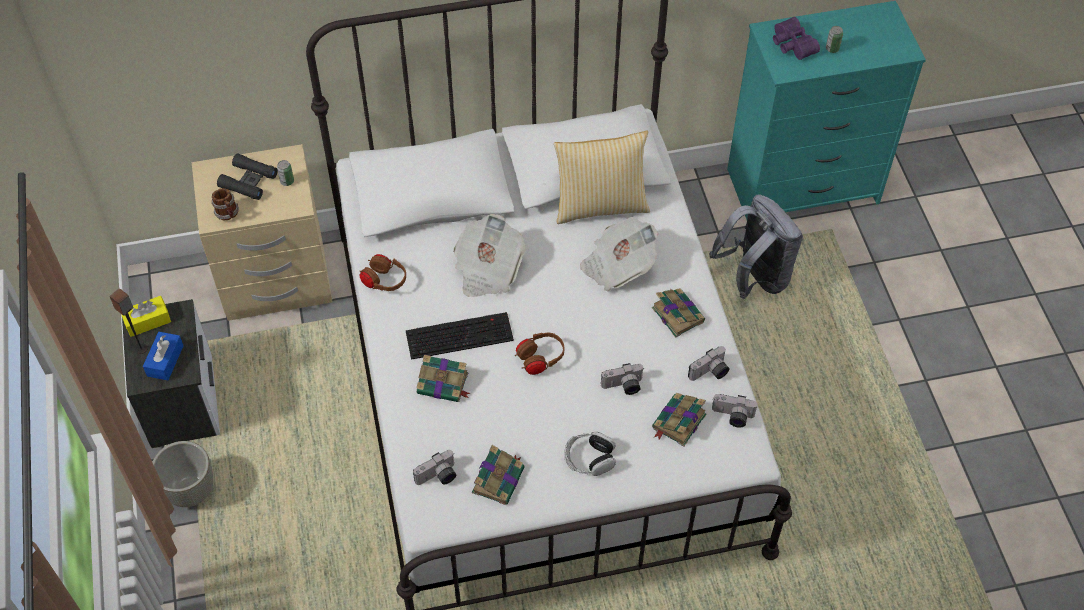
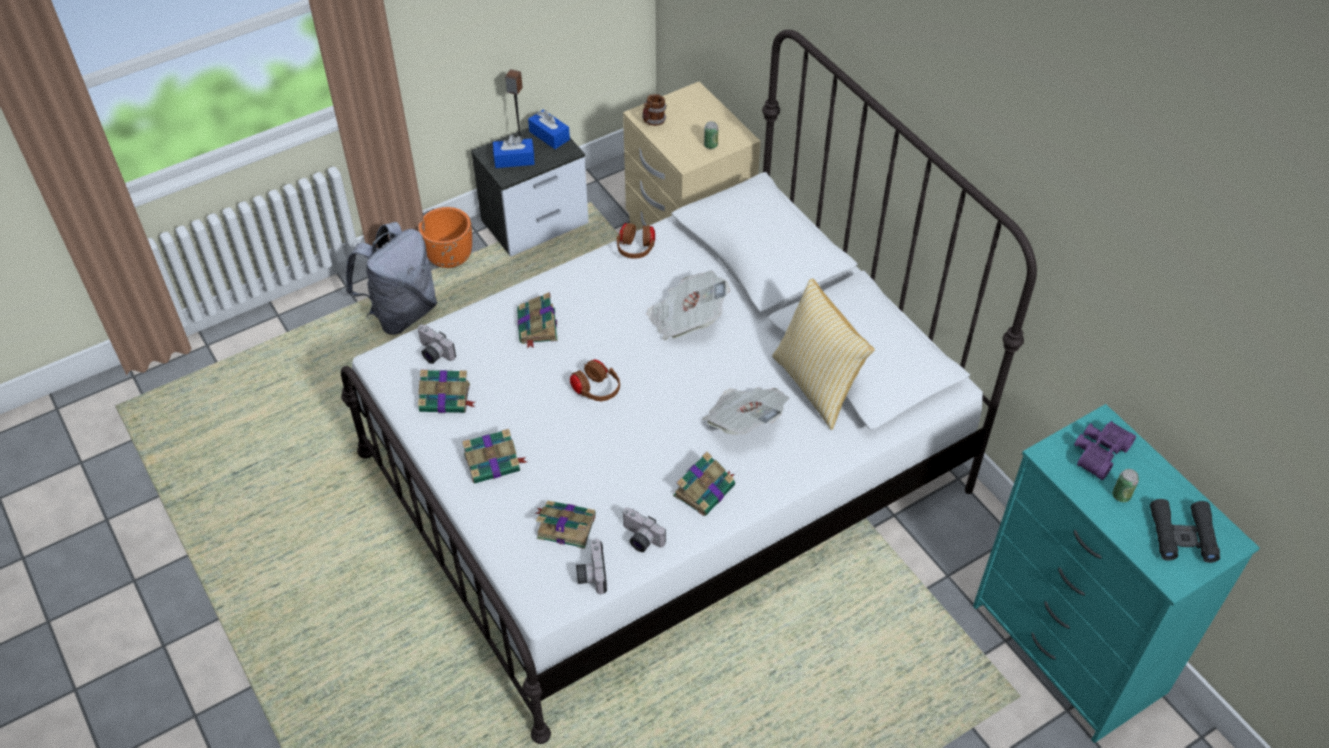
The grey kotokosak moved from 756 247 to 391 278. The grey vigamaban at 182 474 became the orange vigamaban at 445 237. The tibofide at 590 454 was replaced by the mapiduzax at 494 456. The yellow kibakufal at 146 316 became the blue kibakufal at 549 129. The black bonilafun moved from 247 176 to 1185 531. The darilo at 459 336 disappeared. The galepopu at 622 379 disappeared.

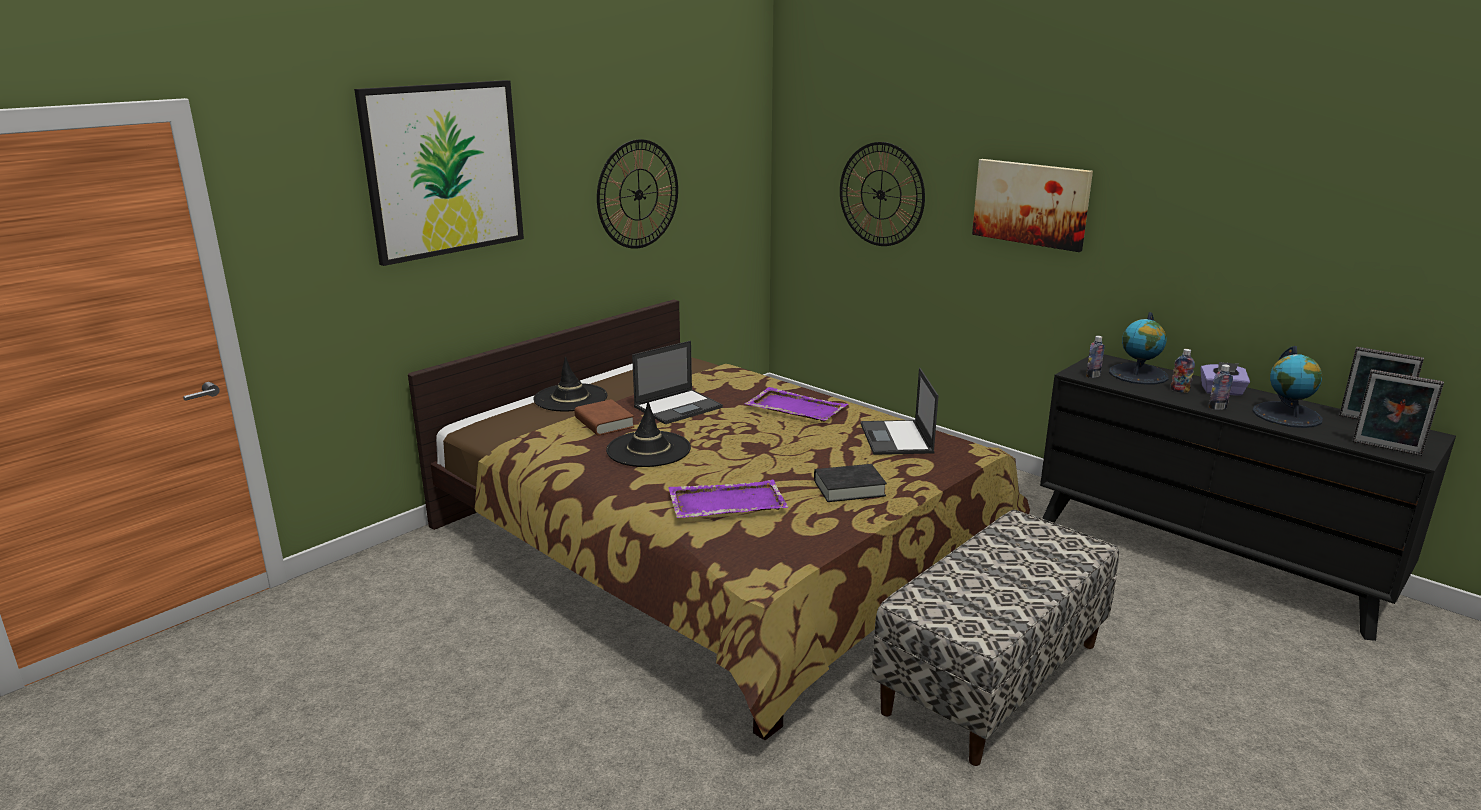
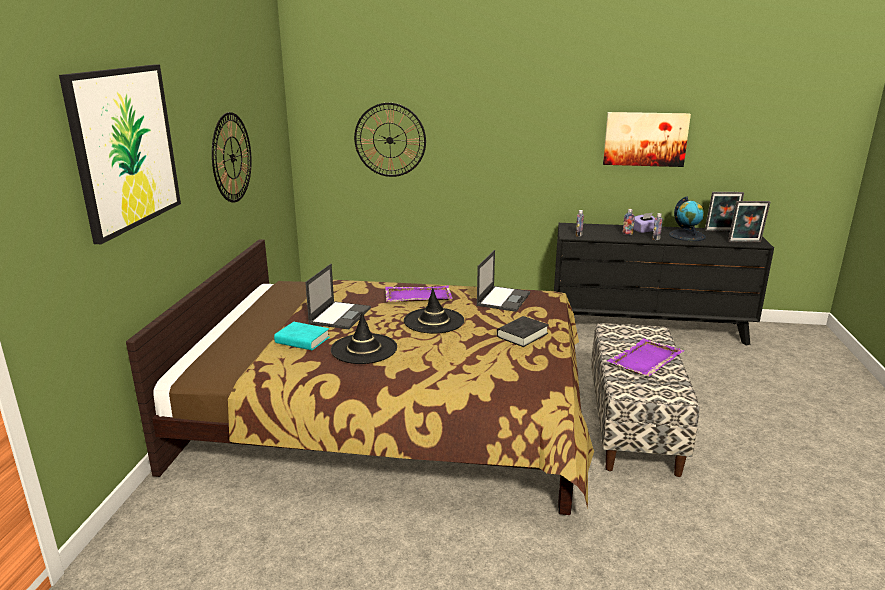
The brown mapiduzax at 604 417 became the turquoise mapiduzax at 302 336. The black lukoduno moved from 570 384 to 434 311. The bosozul at 900 411 turned 120 degrees counterclockwise. The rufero moved from 1032 205 to 647 139. The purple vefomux moved from 728 499 to 645 357. The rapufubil at 1138 348 disappeared.

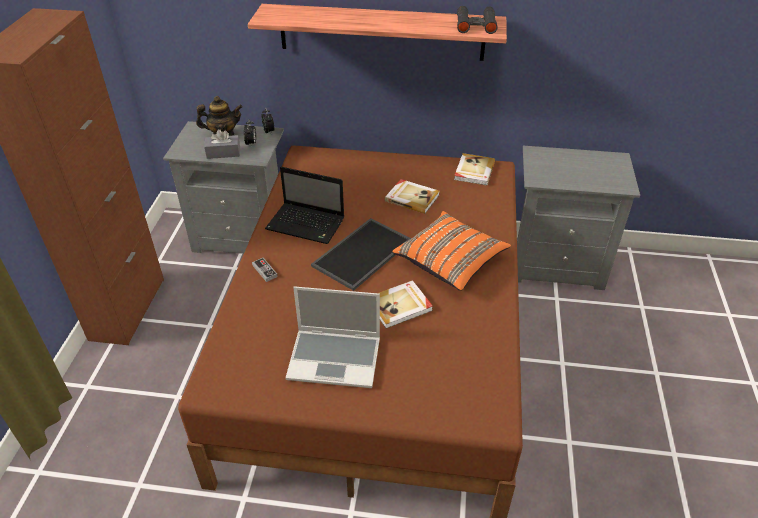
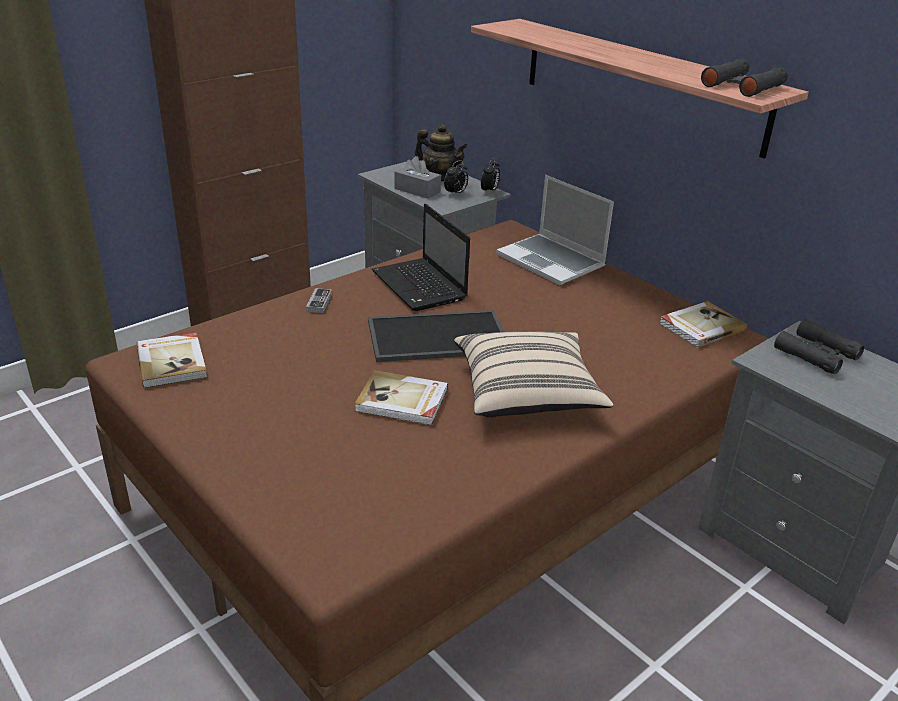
The mapiduzax moved from 412 196 to 171 360. The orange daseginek at 451 251 became the beige daseginek at 534 374. The bosozul moved from 333 337 to 555 230. The black bonilafun at 819 346 appeared.

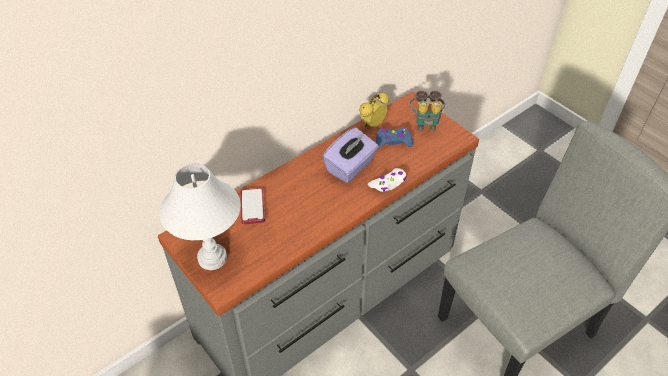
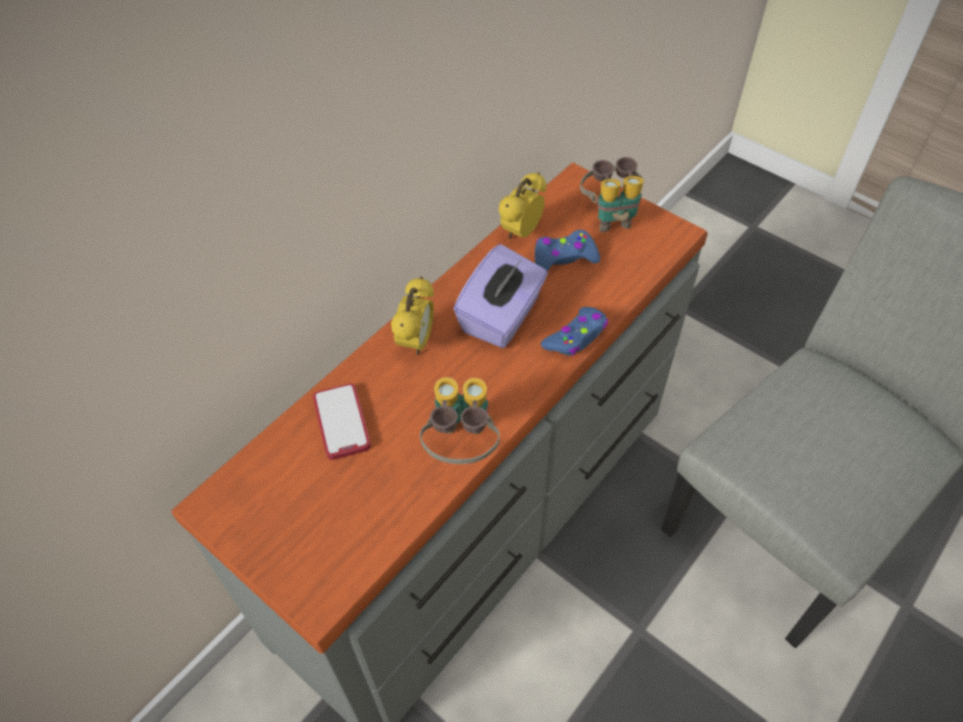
The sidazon at 412 316 appeared. The bonilafun at 460 420 appeared. The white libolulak at 387 180 became the blue libolulak at 574 331. The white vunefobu at 200 216 disappeared.

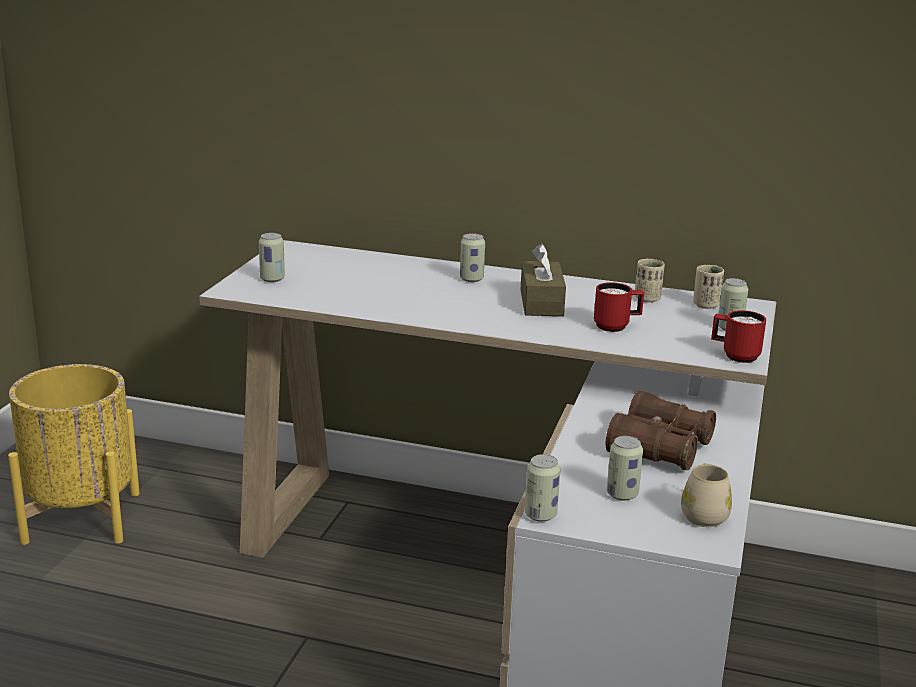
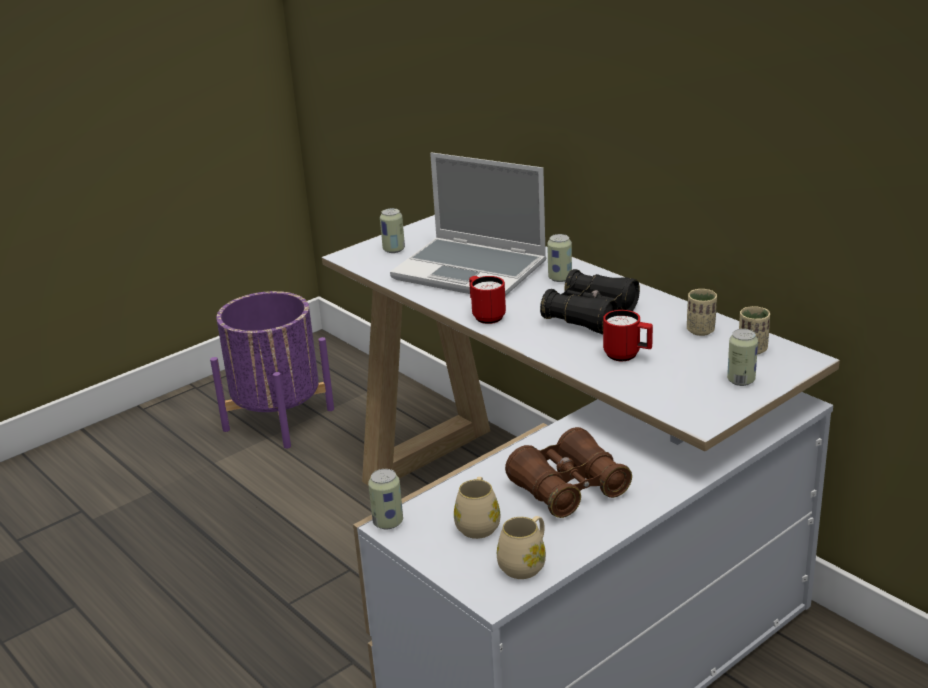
The yellow vigamaban at 74 454 became the purple vigamaban at 272 370. The bosozul at 468 224 appeared. The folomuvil at 625 468 was replaced by the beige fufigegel at 477 508. The red fufigegel moved from 738 336 to 487 300. The brown kibakufal at 543 279 was replaced by the black bonilafun at 590 301.

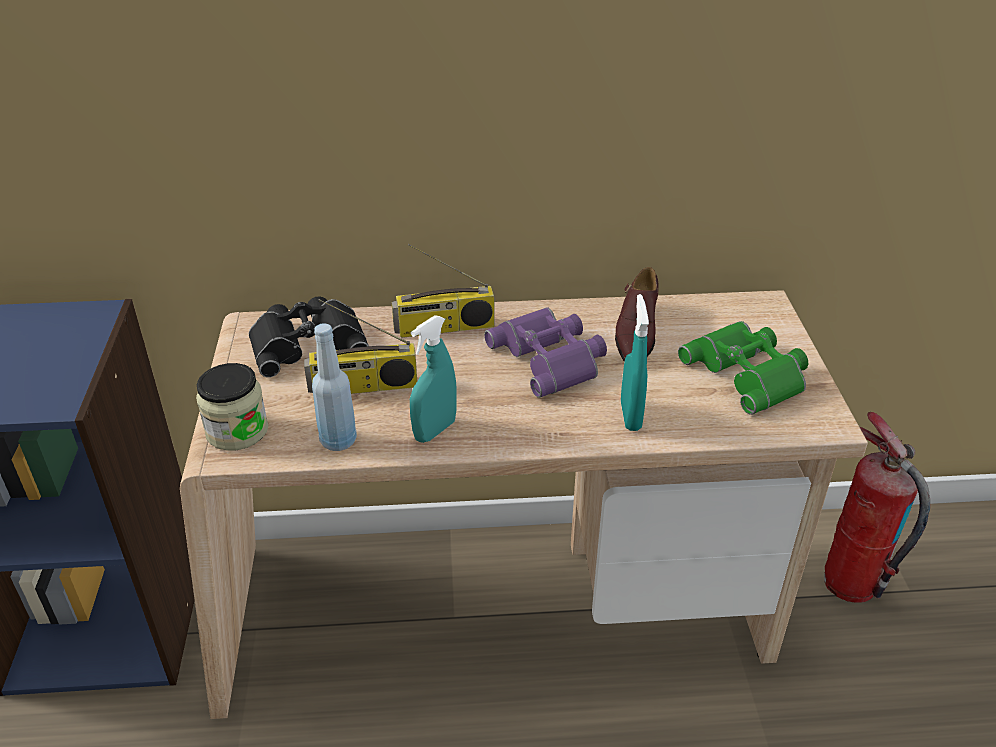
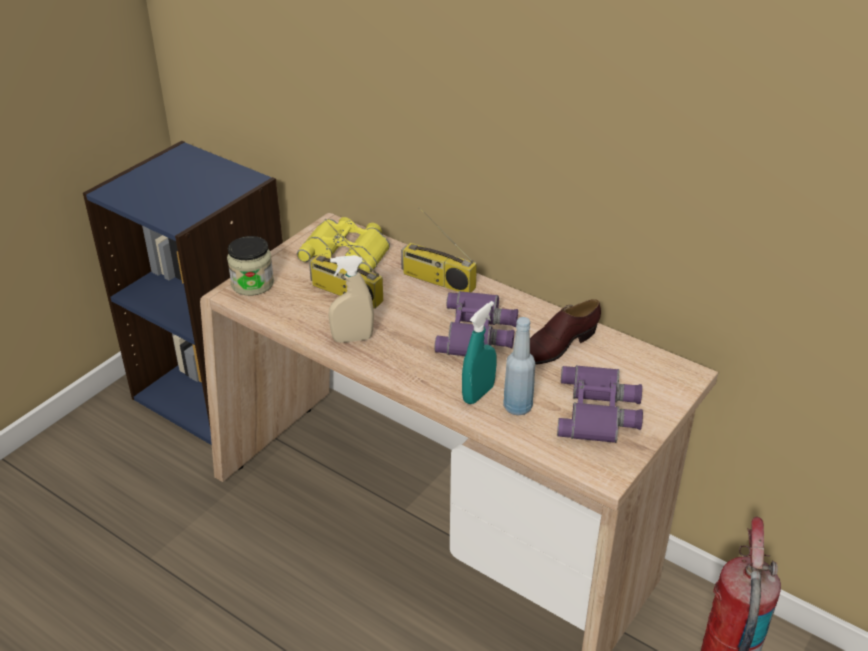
The black bonilafun at 309 336 became the yellow bonilafun at 343 244. The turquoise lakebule at 433 379 became the beige lakebule at 351 299. The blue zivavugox moved from 334 387 to 519 366. The green bonilafun at 743 368 became the purple bonilafun at 600 404.

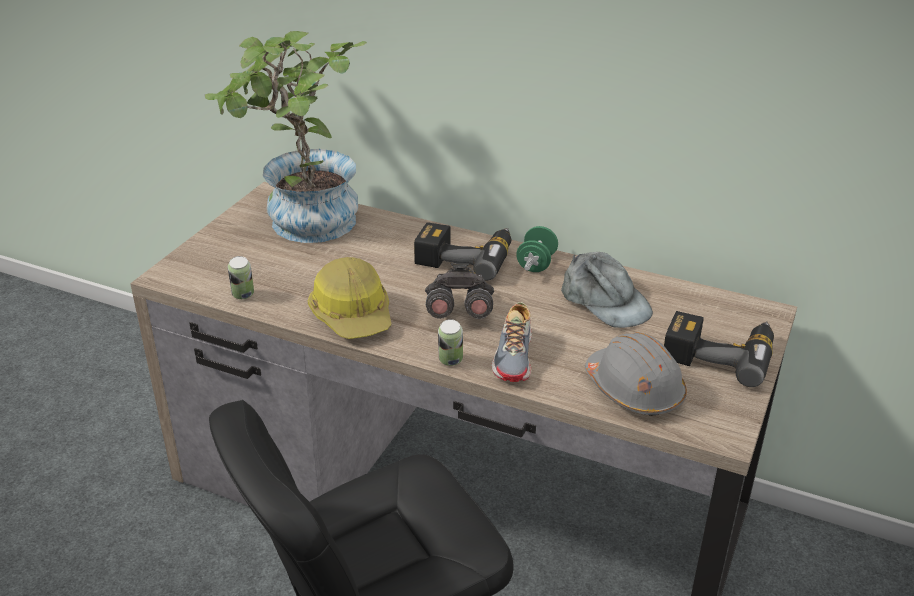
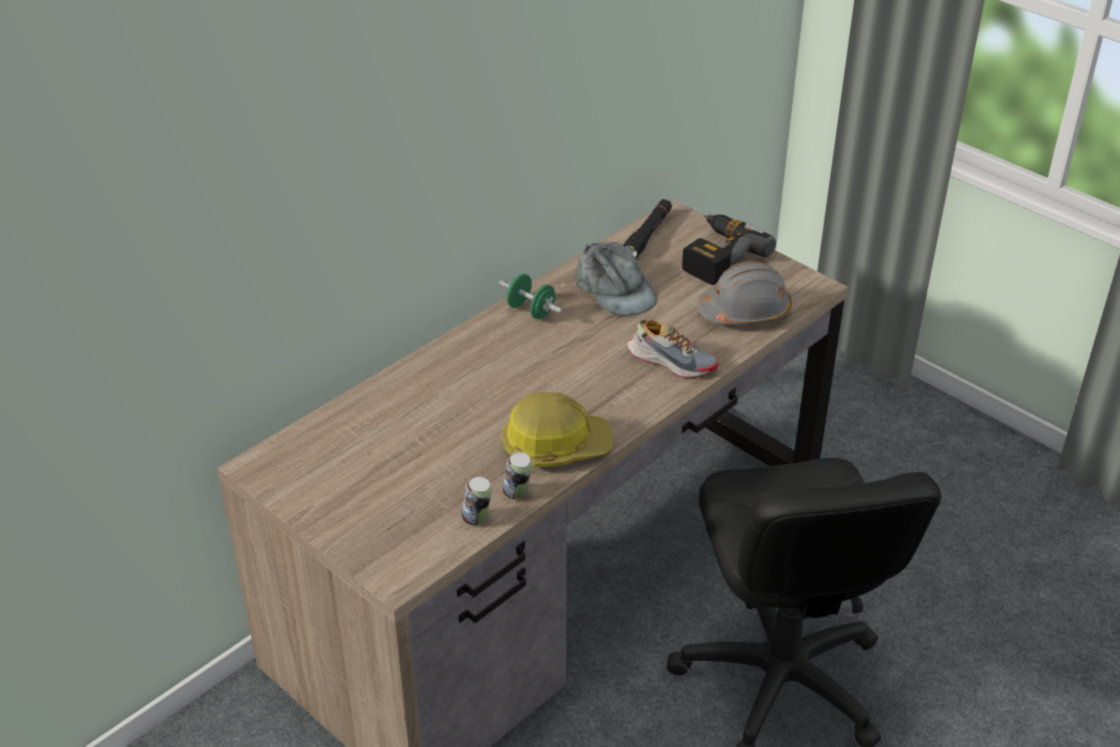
The folomuvil moved from 450 342 to 517 475. The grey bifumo at 607 290 turned 75 degrees clockwise. The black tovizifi at 647 229 appeared. The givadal at 286 137 disappeared. The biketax at 462 251 disappeared. The grey bonilafun at 459 291 disappeared.

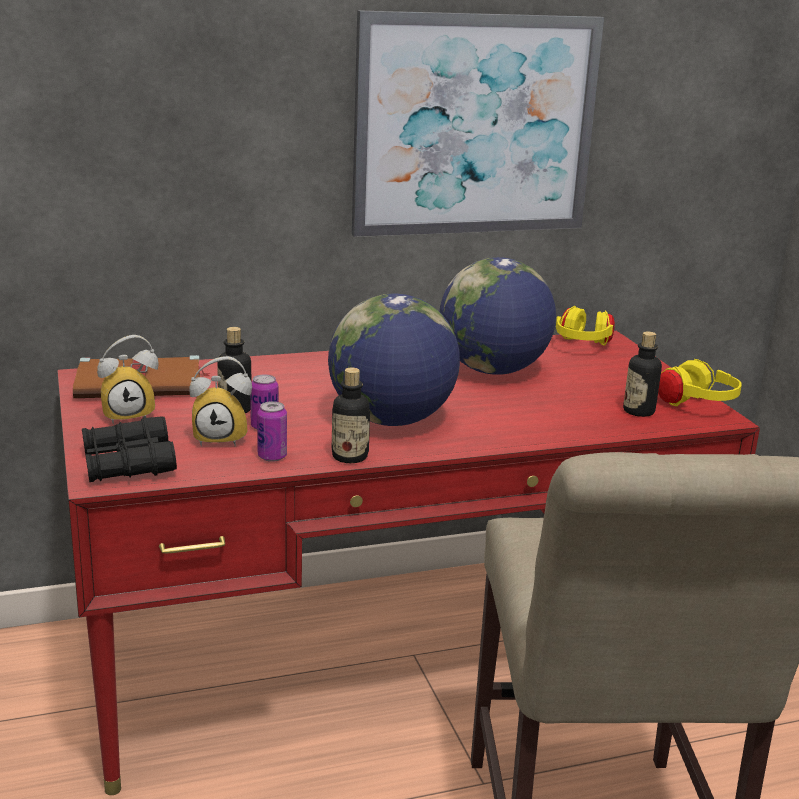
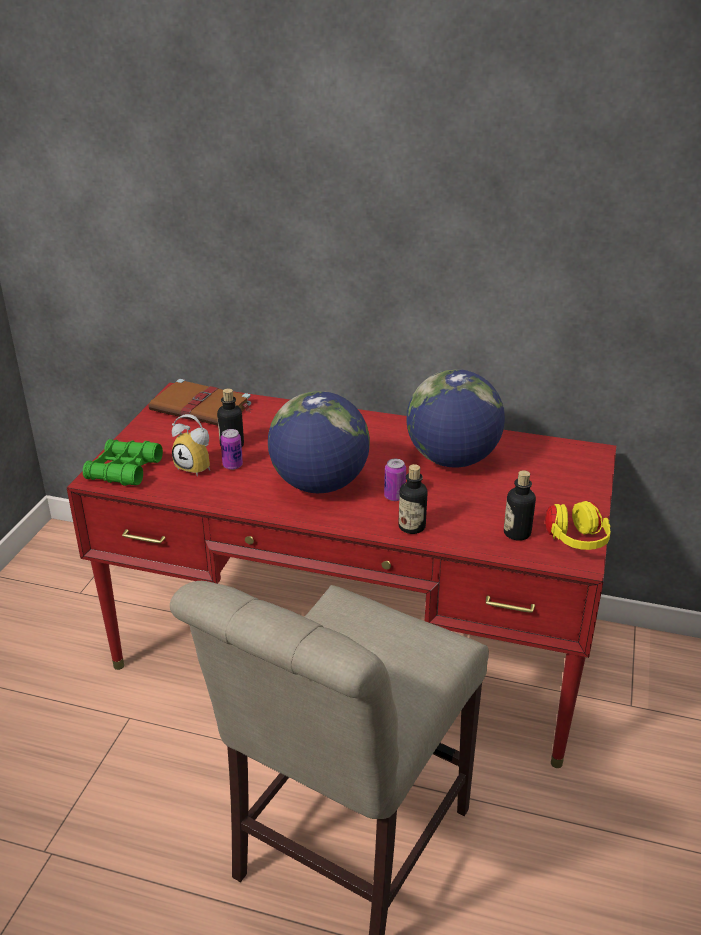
The black bonilafun at 129 449 became the green bonilafun at 123 462. The folomuvil moved from 272 431 to 395 480. The zivavugox moved from 351 415 to 412 499. The sidazon at 128 380 disappeared. The rufero at 478 123 disappeared. The yellow tibofide at 585 326 disappeared.

